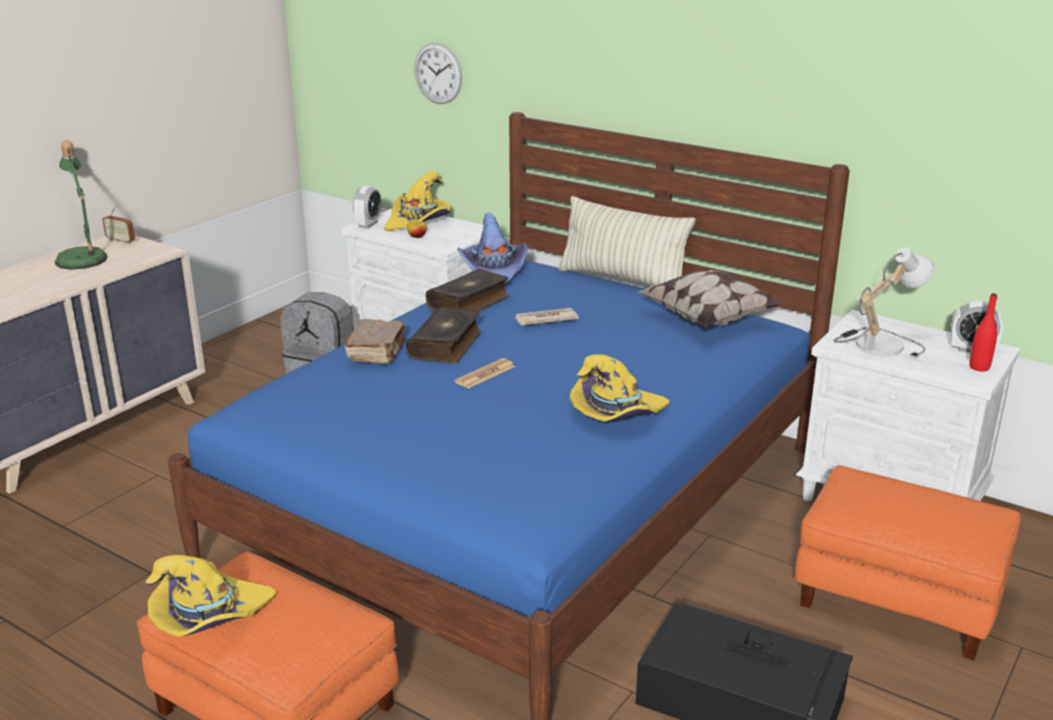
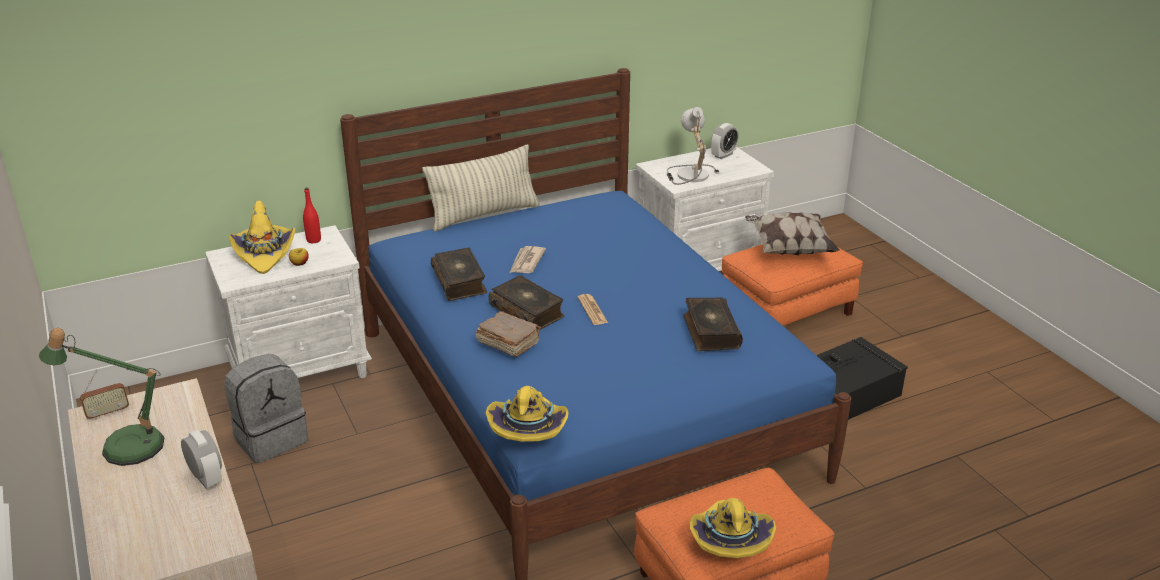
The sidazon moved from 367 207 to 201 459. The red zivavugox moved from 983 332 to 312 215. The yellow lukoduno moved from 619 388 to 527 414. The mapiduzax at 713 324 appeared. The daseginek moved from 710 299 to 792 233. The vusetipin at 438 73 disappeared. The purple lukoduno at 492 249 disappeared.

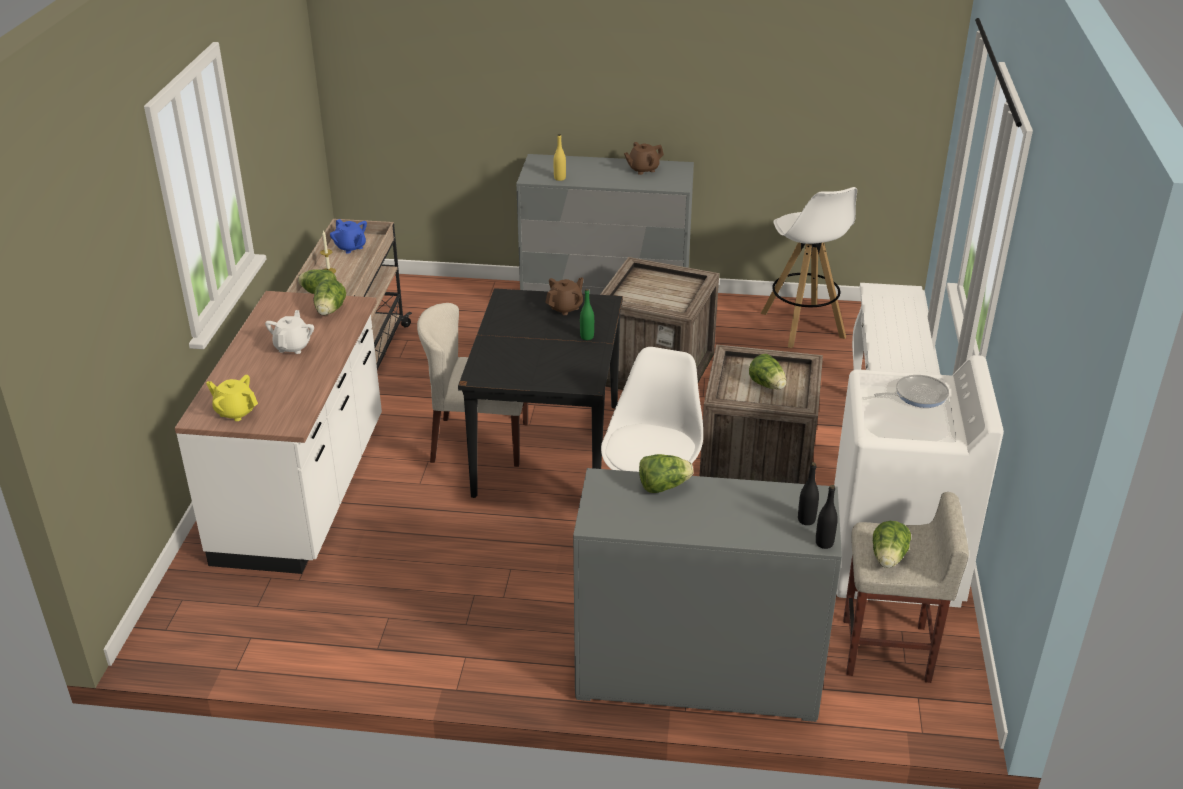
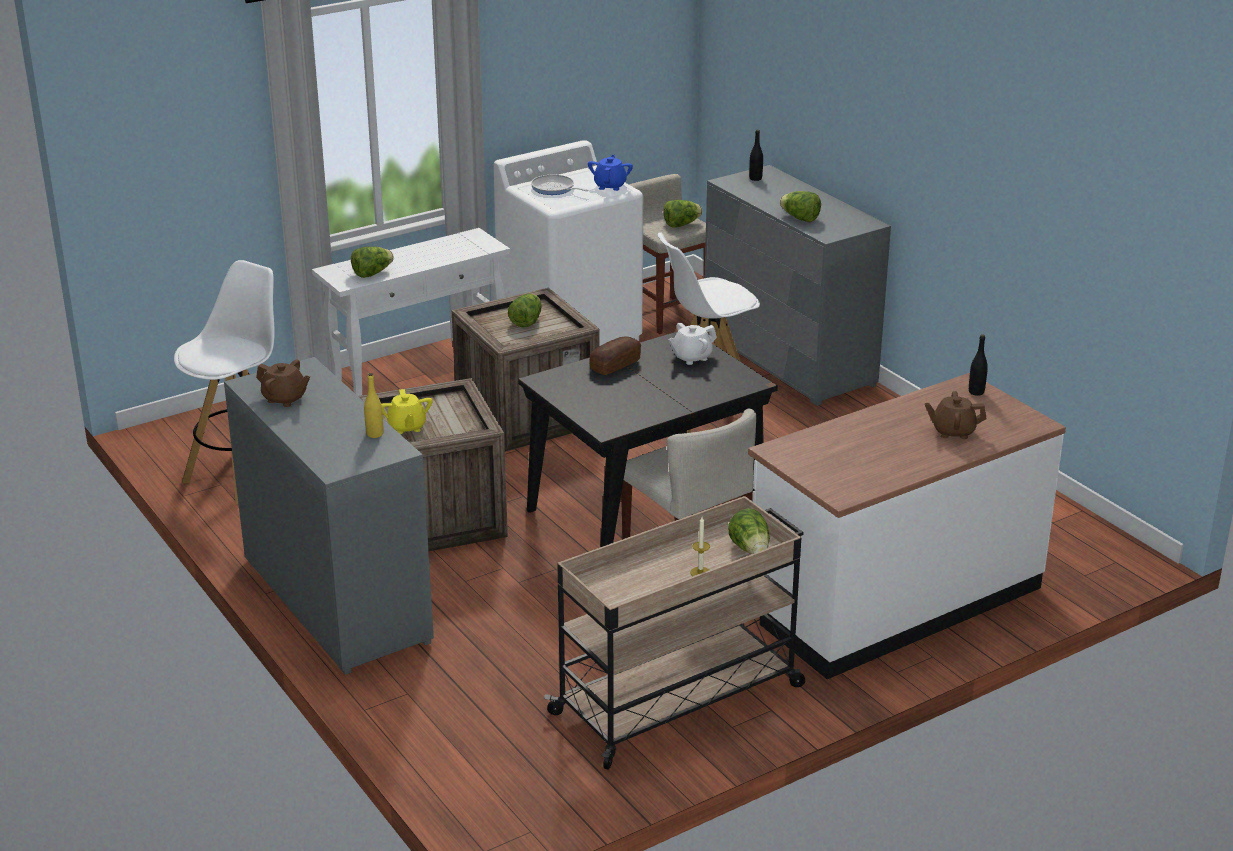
The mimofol moved from 330 297 to 372 262. The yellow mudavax moved from 232 398 to 406 411. The blue mudavax moved from 348 236 to 610 173. The green zivavugox at 587 314 was replaced by the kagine at 615 355. The white mudavax moved from 289 332 to 692 344. The brown mudavax moved from 564 296 to 955 415. The black zivavugox moved from 827 517 to 978 365.

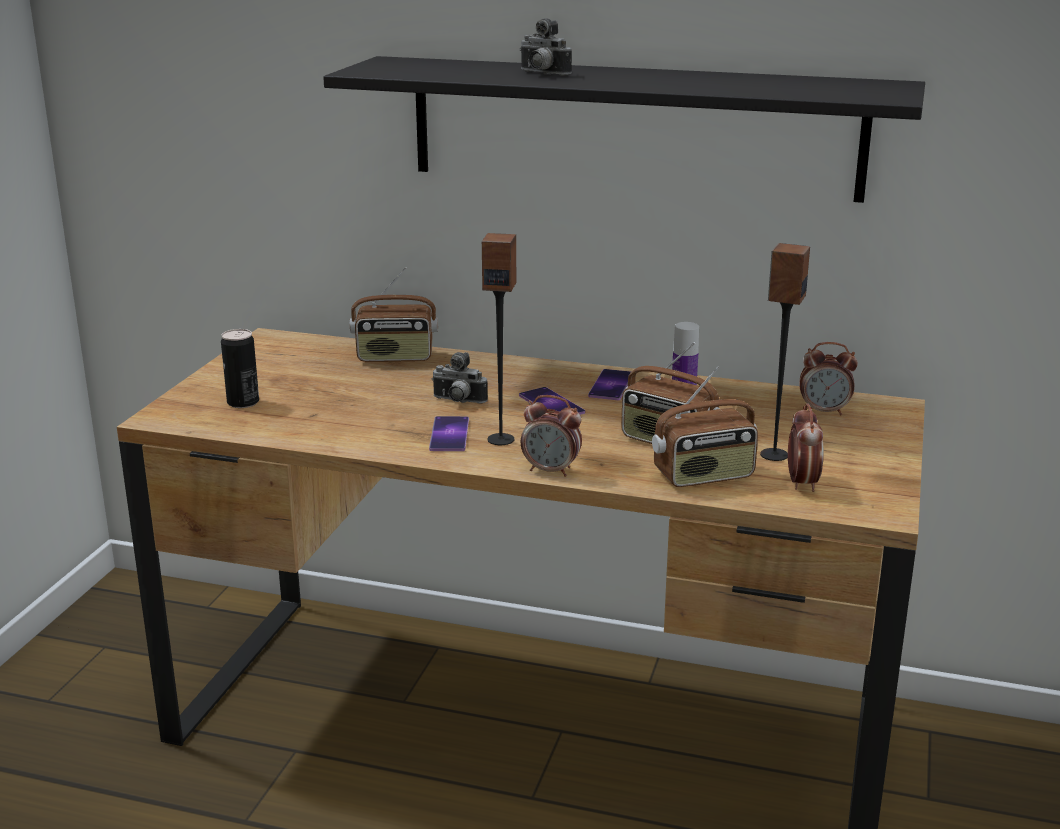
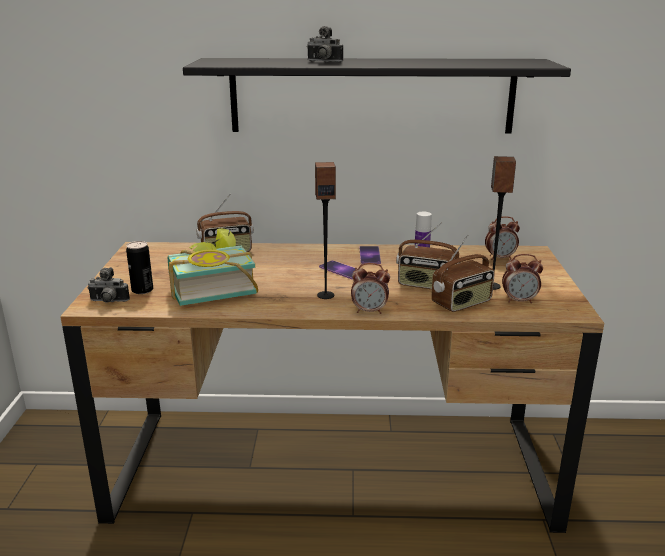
The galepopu moved from 459 378 to 108 284. The mapiduzax at 213 267 appeared. The sidazon at 805 447 turned 105 degrees clockwise. The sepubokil at 449 433 disappeared.

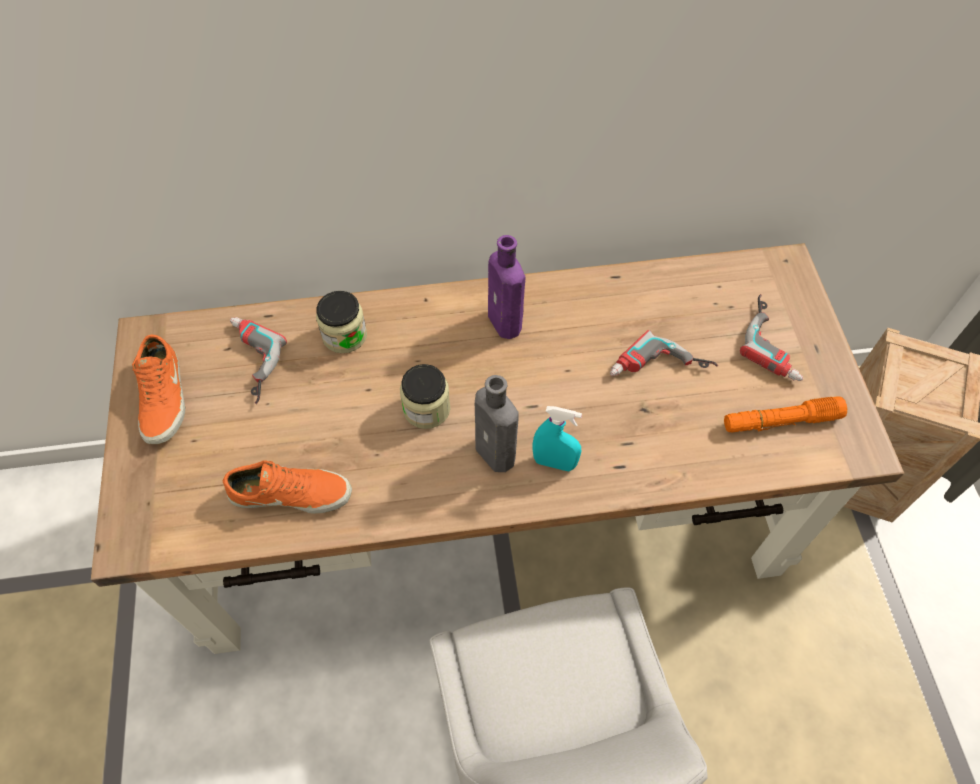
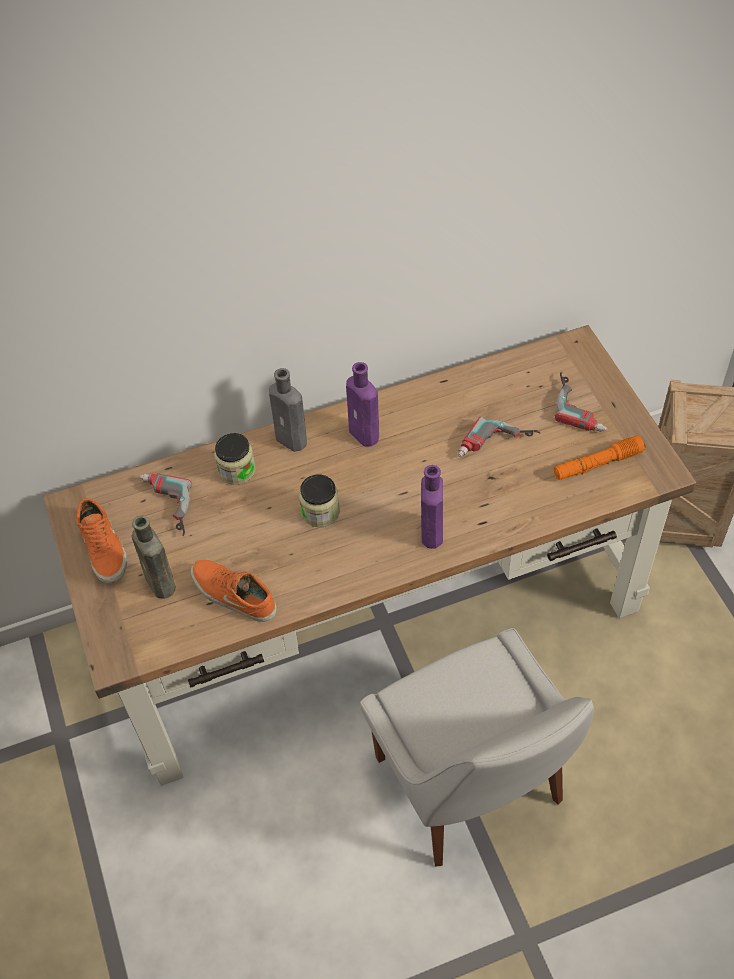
The brown zivavugox at 154 557 appeared. The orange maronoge at 287 487 turned 135 degrees counterclockwise. The grey zivavugox moved from 497 423 to 288 410. The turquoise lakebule at 557 438 was replaced by the purple zivavugox at 432 506.

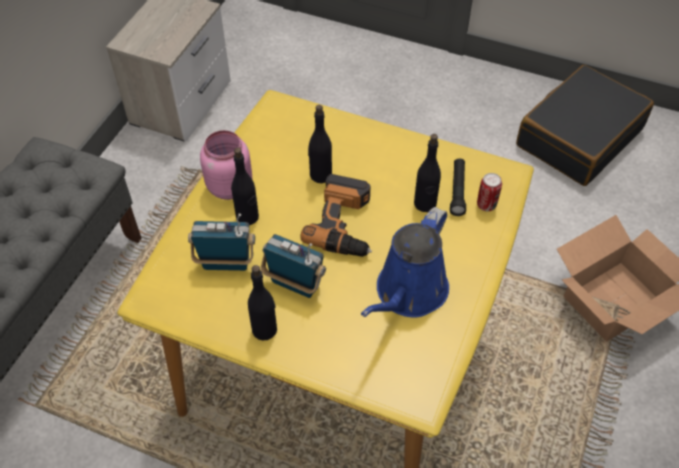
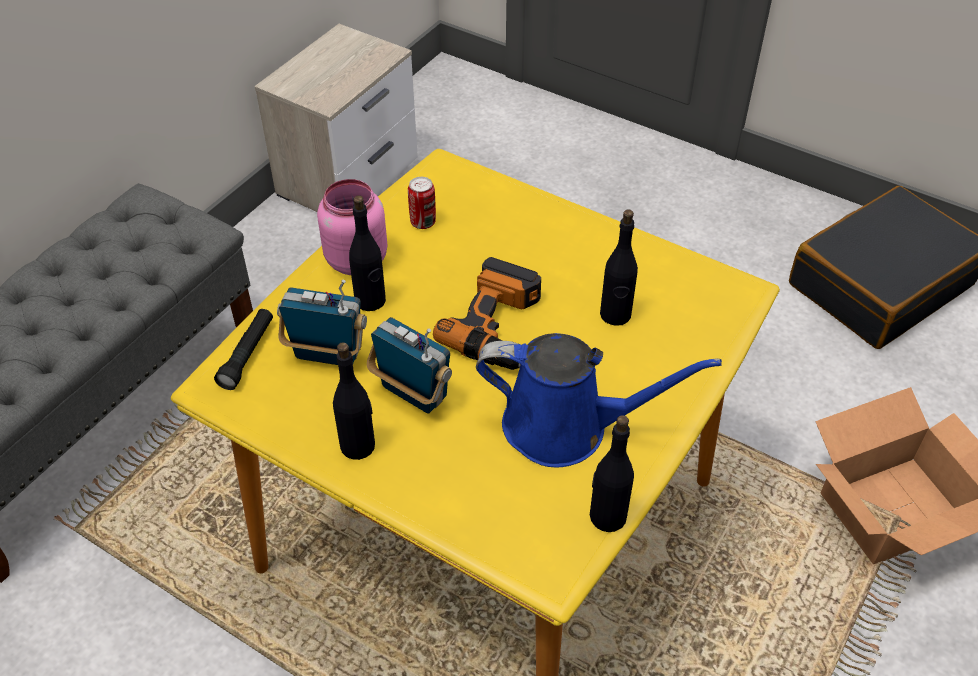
The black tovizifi moved from 458 187 to 243 349. The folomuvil moved from 489 192 to 422 203. The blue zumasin at 405 262 turned 120 degrees counterclockwise. The black zivavugox moved from 320 144 to 612 473.

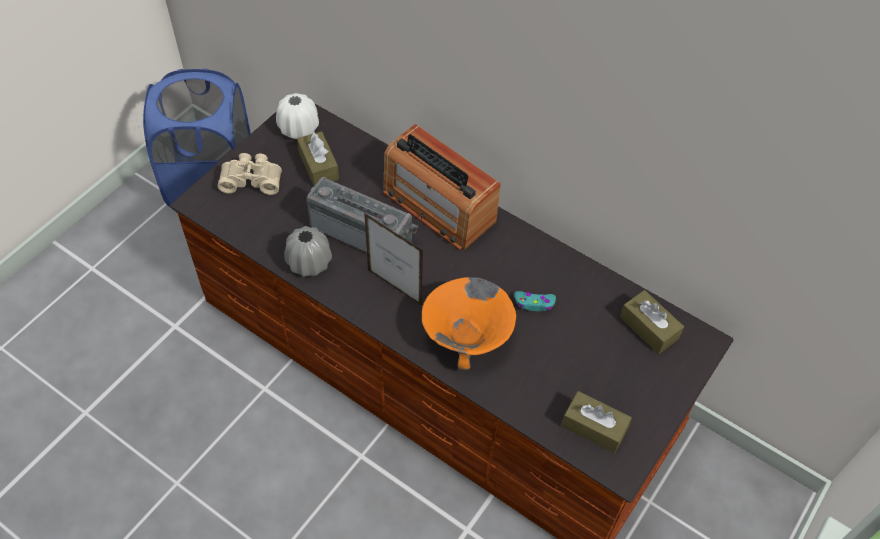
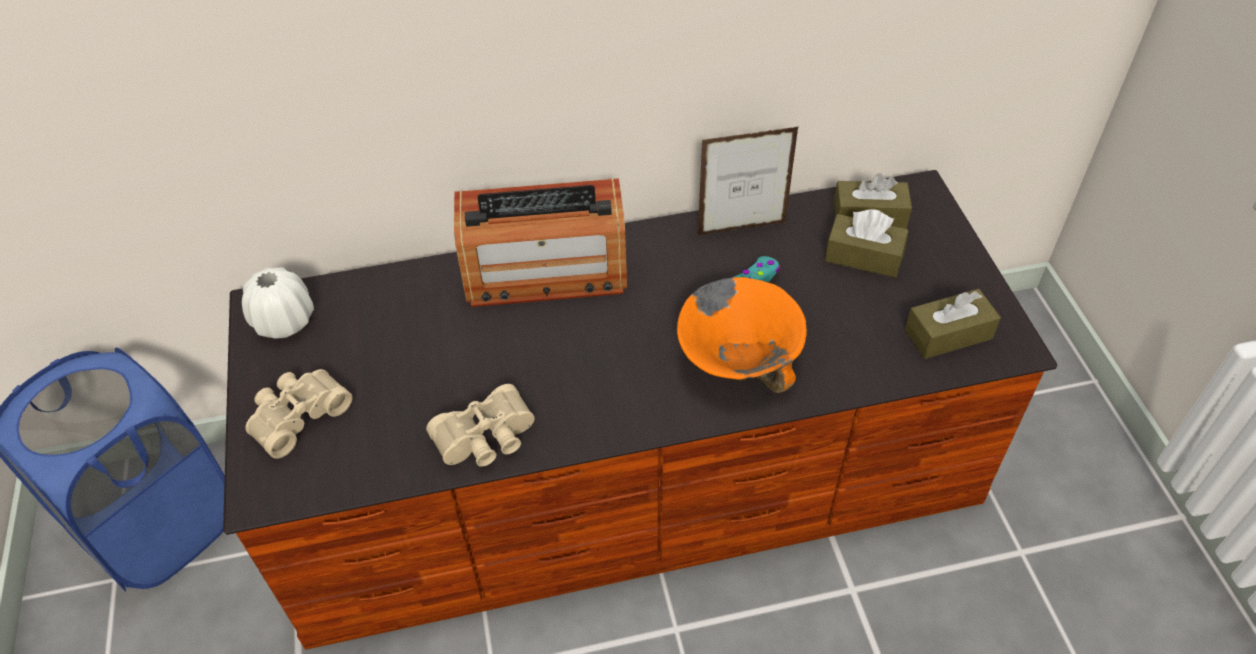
The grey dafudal at 308 251 was replaced by the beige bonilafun at 480 425. The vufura moved from 393 259 to 748 180. The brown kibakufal moved from 318 158 to 867 243. The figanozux at 362 214 disappeared.

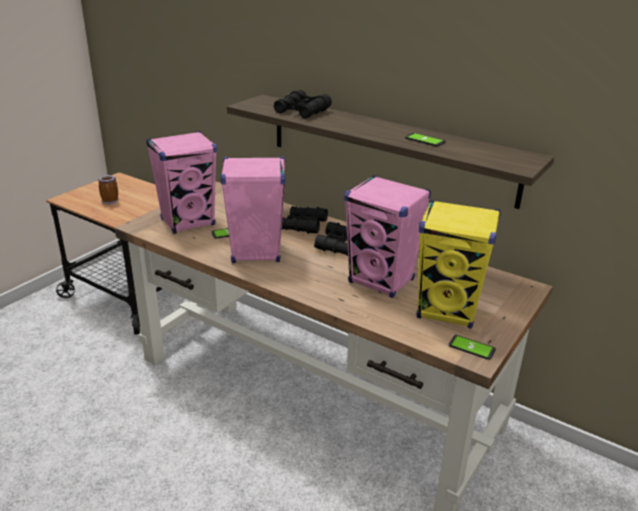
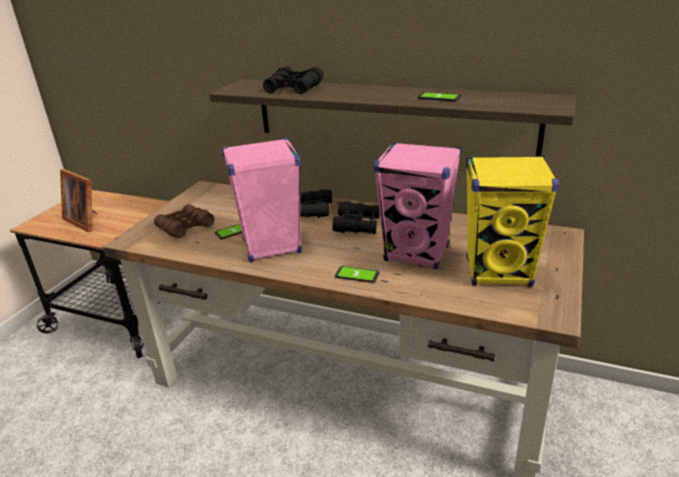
The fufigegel at 108 189 was replaced by the vufura at 78 200. The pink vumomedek at 181 182 was replaced by the brown bonilafun at 184 221. The sepubokil moved from 472 347 to 357 274.

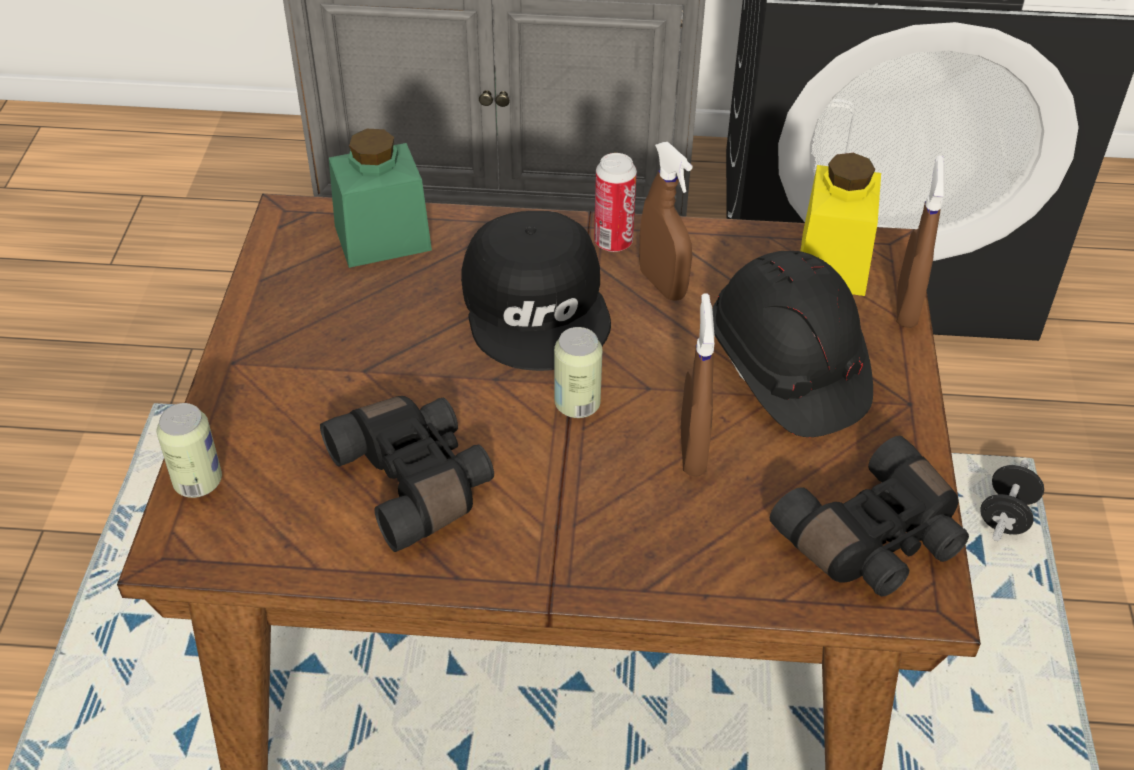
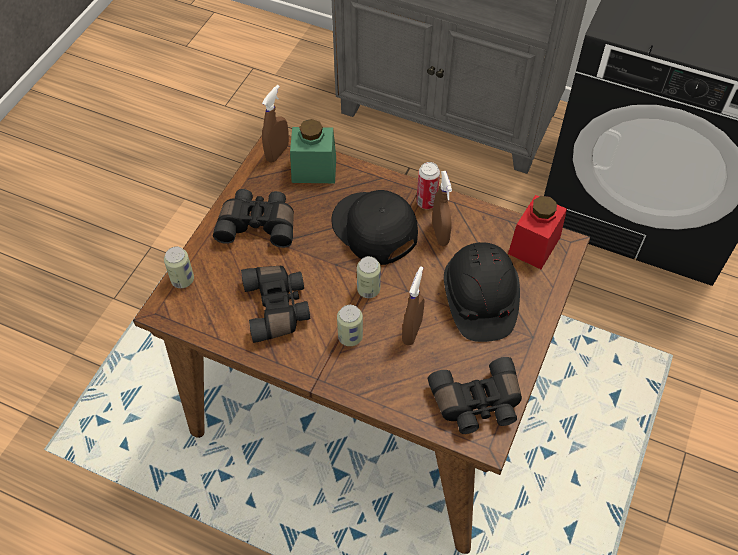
The black bonilafun at 253 218 appeared. The brown lakebule moved from 920 241 to 275 124. The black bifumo at 536 291 turned 135 degrees clockwise. The folomuvil at 350 325 appeared. The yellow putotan at 841 224 became the red putotan at 537 232. The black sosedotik at 1012 500 disappeared.

